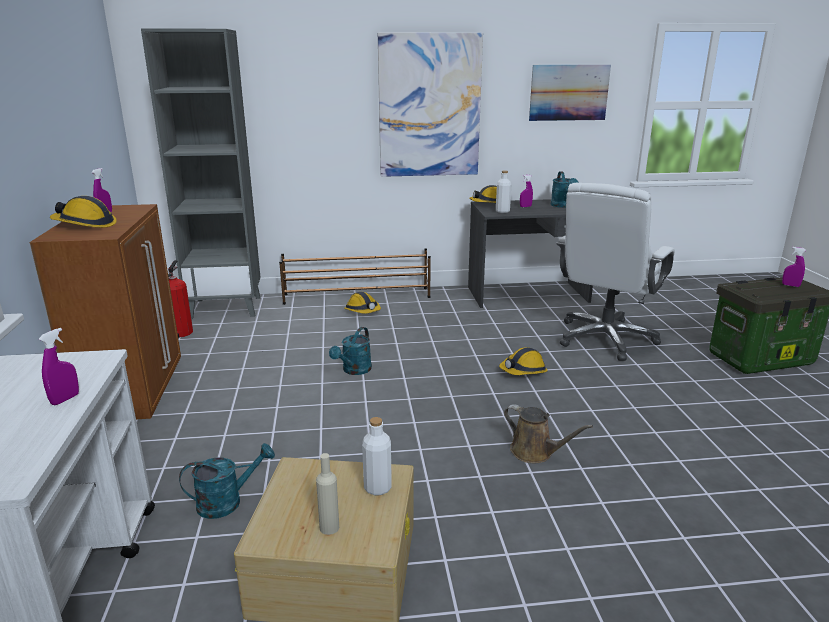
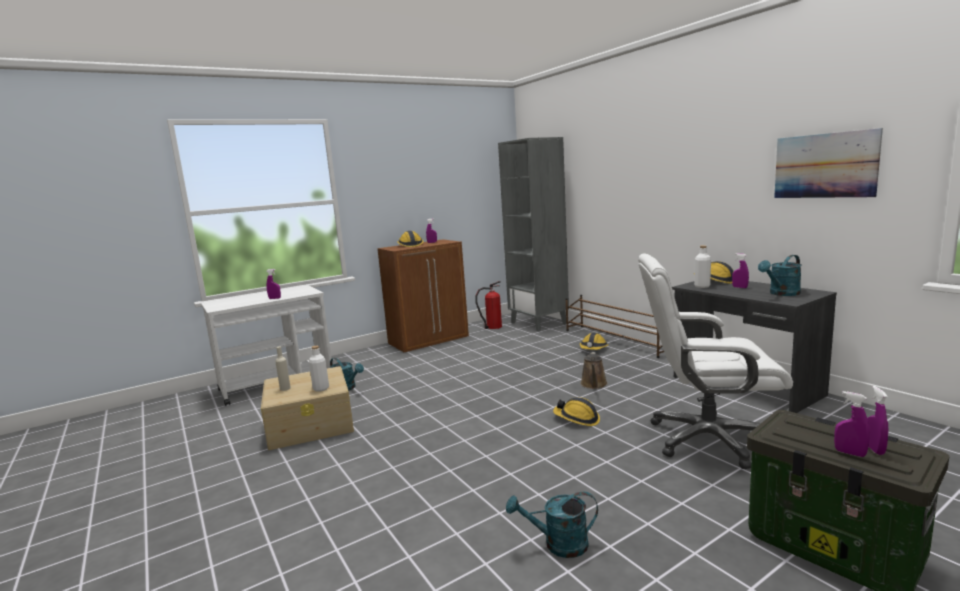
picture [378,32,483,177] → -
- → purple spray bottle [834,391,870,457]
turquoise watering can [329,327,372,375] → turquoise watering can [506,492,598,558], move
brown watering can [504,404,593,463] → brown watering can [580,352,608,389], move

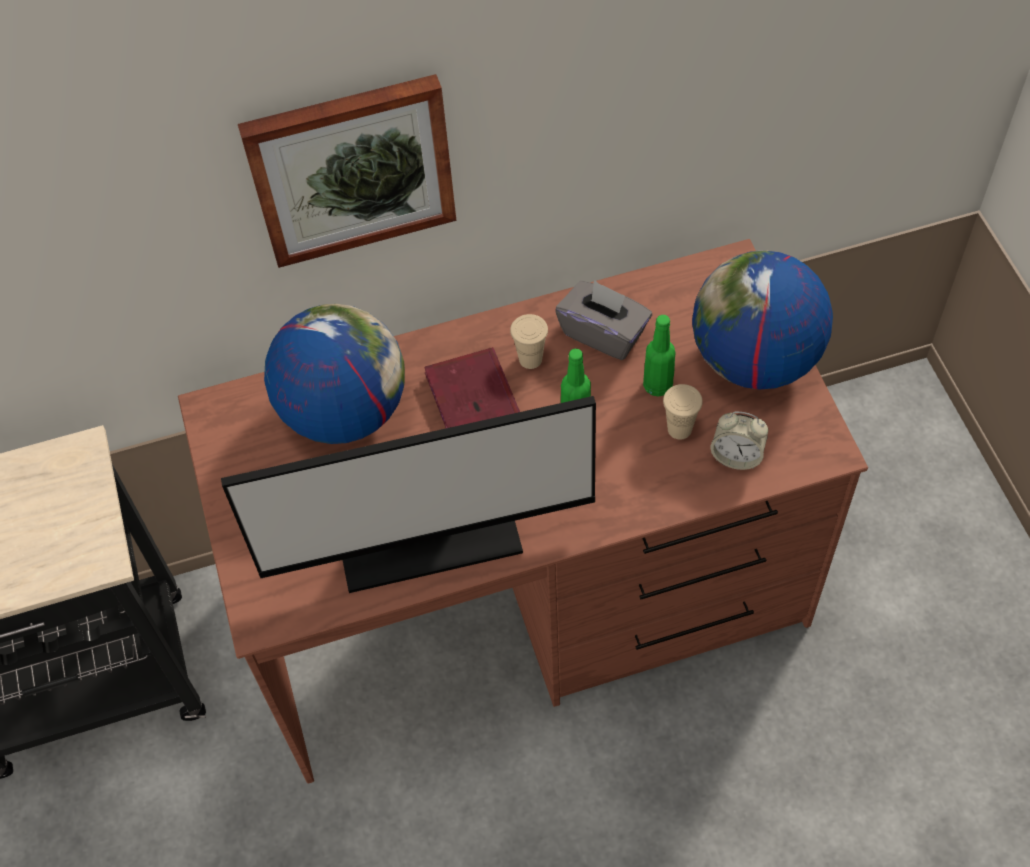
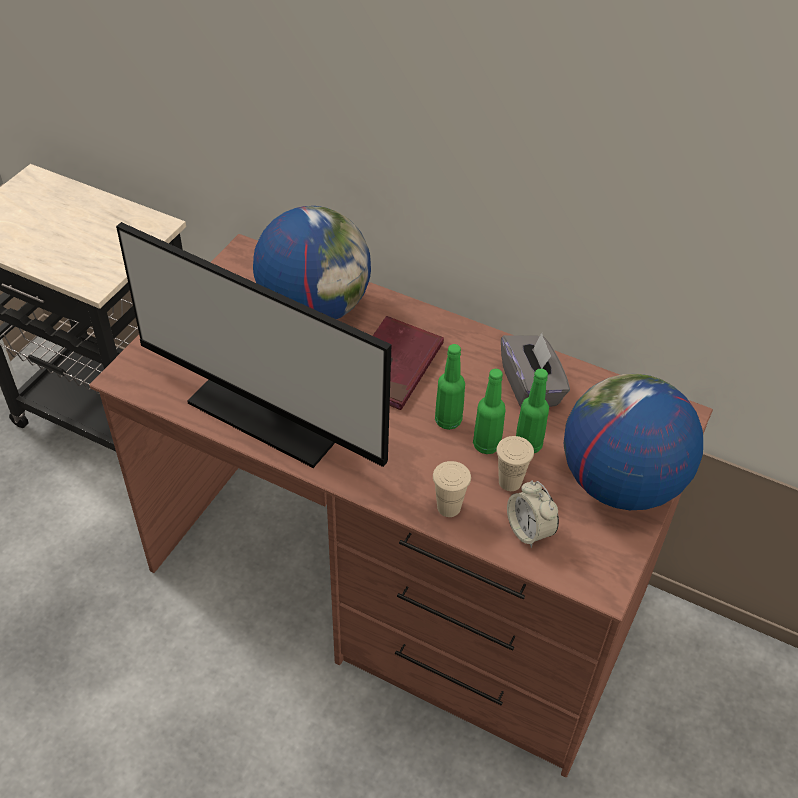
picture [238,74,456,268] → -
- → green bottle [473,369,506,454]
beige cup [510,314,548,369] → beige cup [433,461,471,517], move

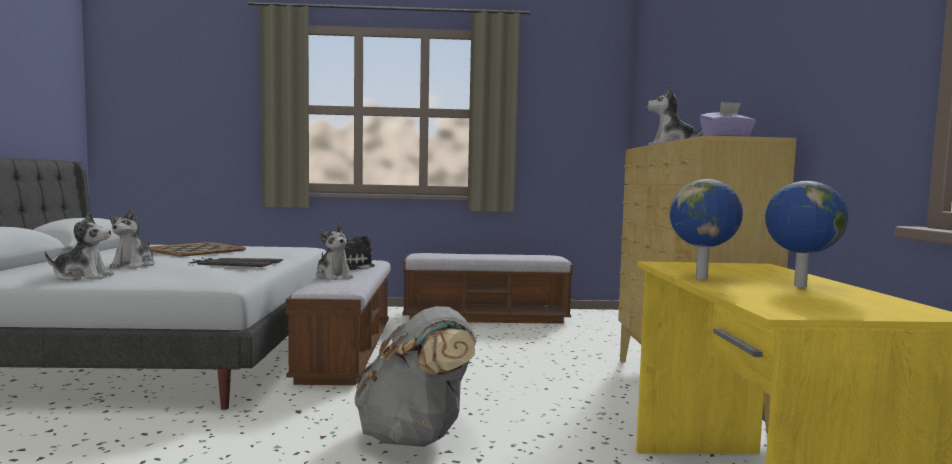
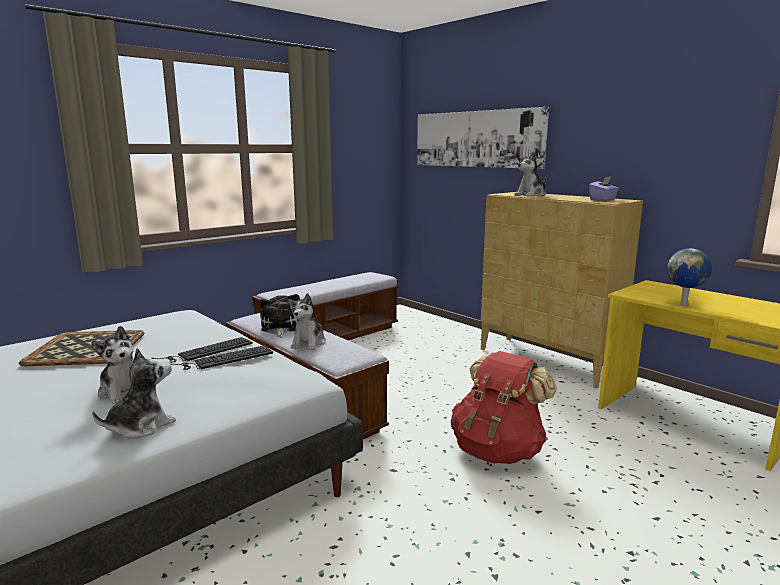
globe [765,181,848,287] → -
- → picture [417,107,549,169]
grey backpack [355,306,477,447] → red backpack [451,351,557,464]
plush toy [316,223,353,280] → plush toy [288,293,326,350], 90 degrees clockwise

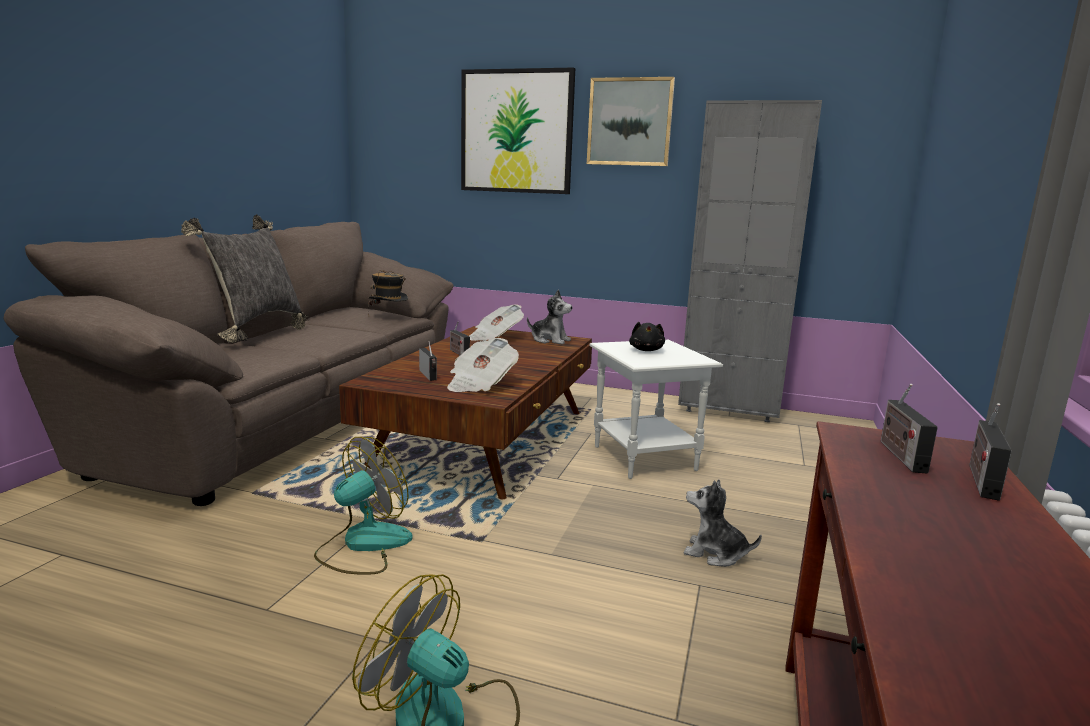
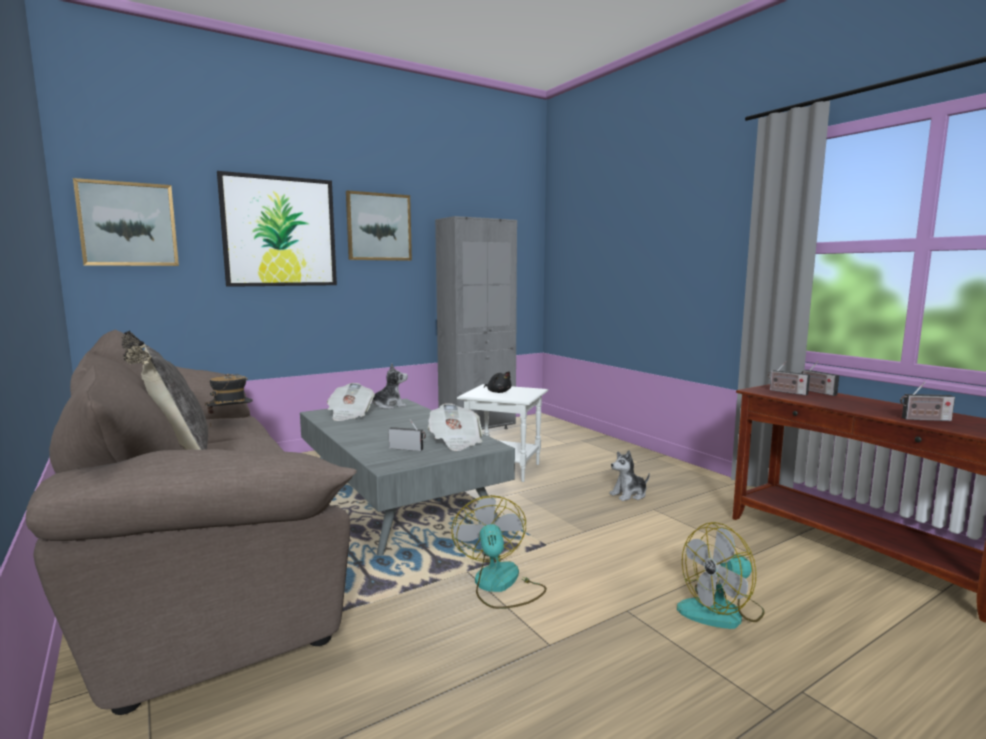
- → picture [73,178,179,266]
radio [450,322,470,355] → radio [900,382,955,421], move
brown coffee table [339,326,592,499] → grey coffee table [300,399,515,556]

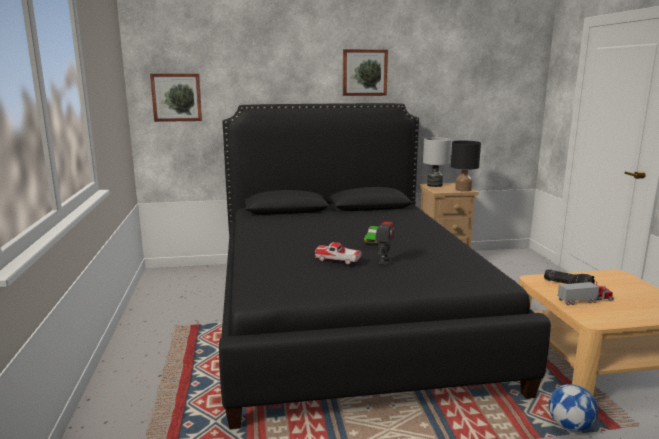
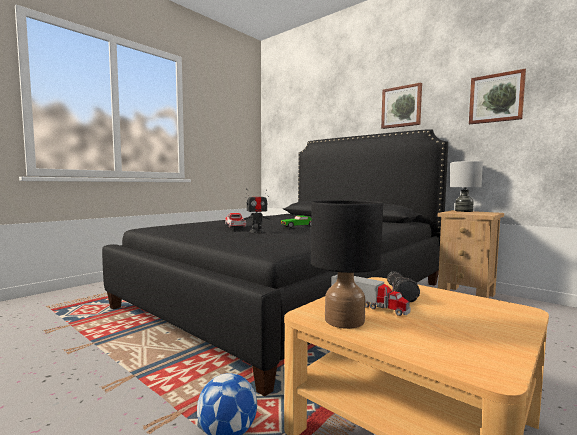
picture [150,74,202,122] → picture [469,69,526,124], move
black table lamp [451,141,481,192] → black table lamp [311,200,383,329], move

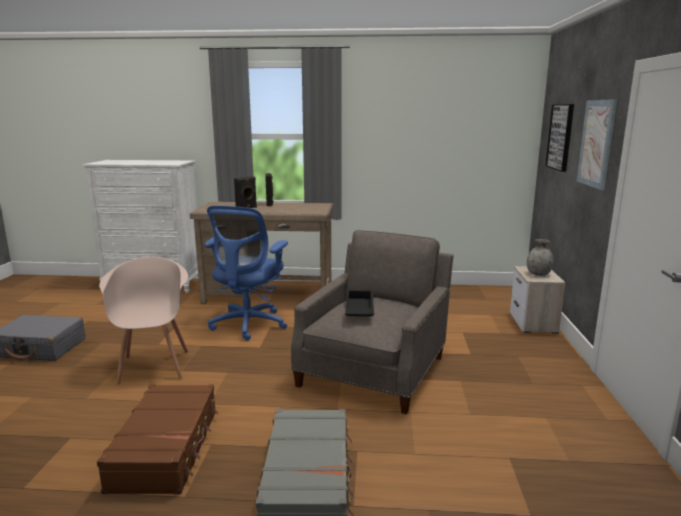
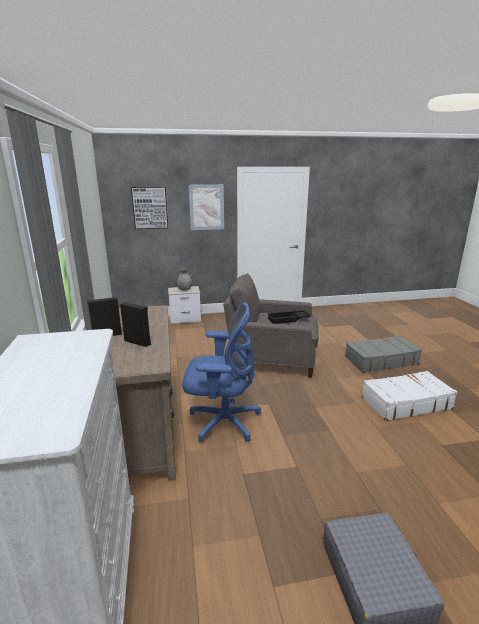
beige chair [99,257,188,385] → -
brown suitcase [97,384,219,494] → white suitcase [362,371,457,421]

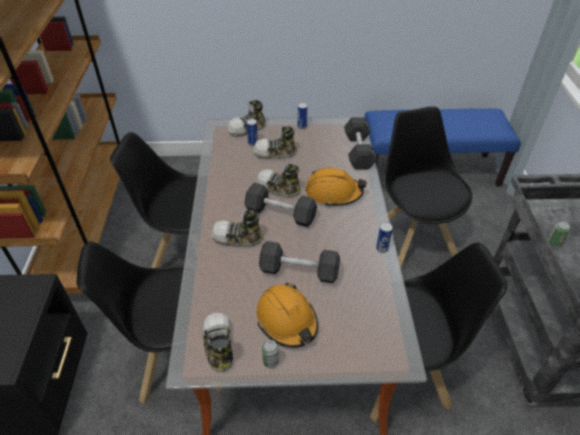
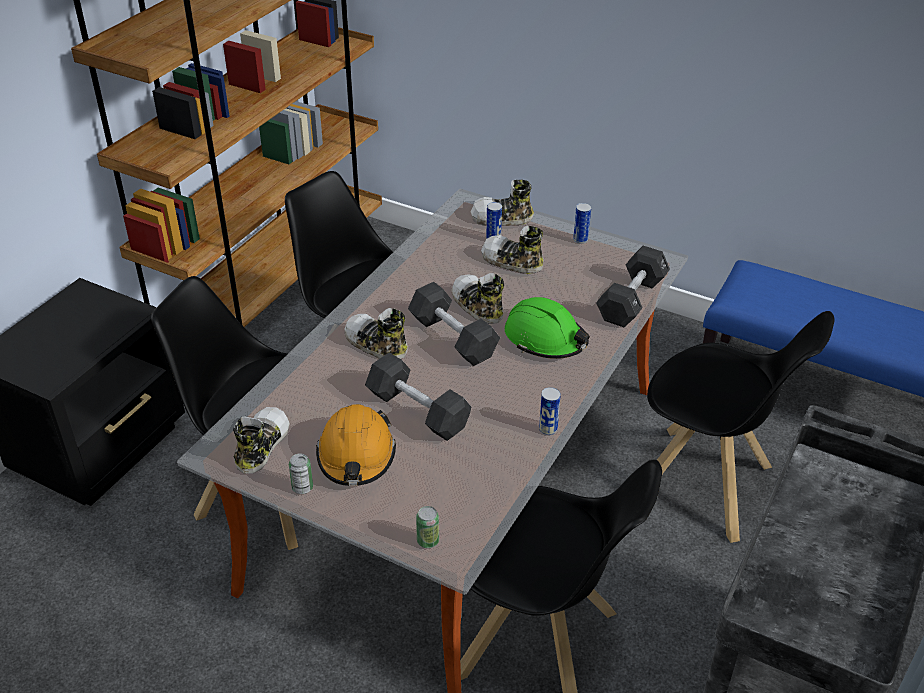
can [548,221,570,247] → can [416,506,439,548], move
orange hard hat [305,168,367,207] → green hard hat [505,297,590,359]
black chair [385,106,472,267] → black chair [647,311,835,543], 105 degrees clockwise

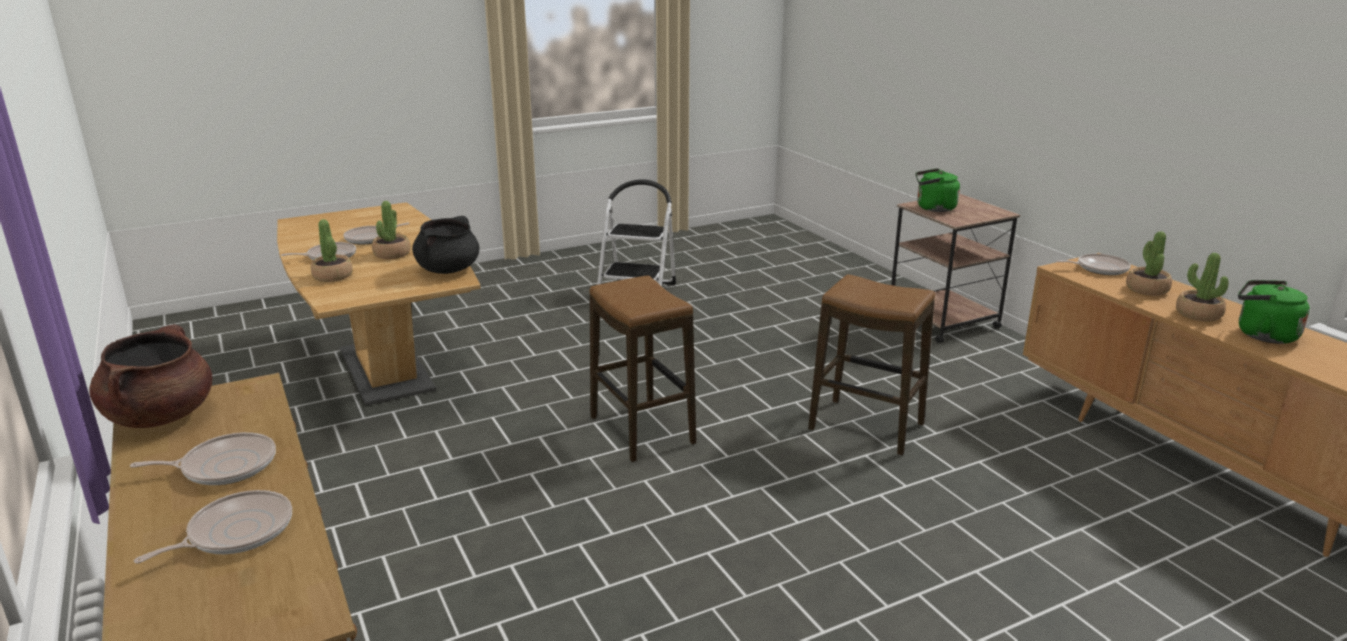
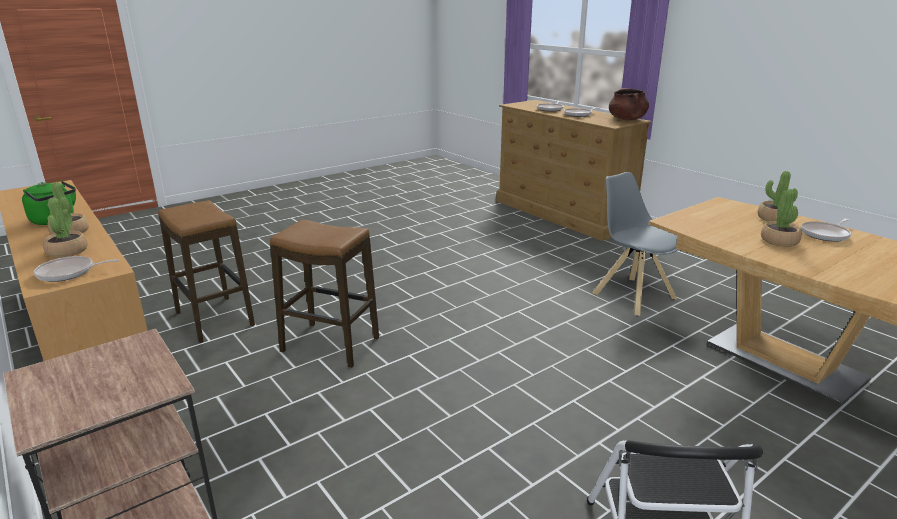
frying pan [343,223,410,245] → -
black cooking pot [412,216,480,274] → -
green kettle [916,168,960,212] → -
- → grey chair [592,172,678,316]
stool [589,276,696,462] → stool [158,200,255,343], move

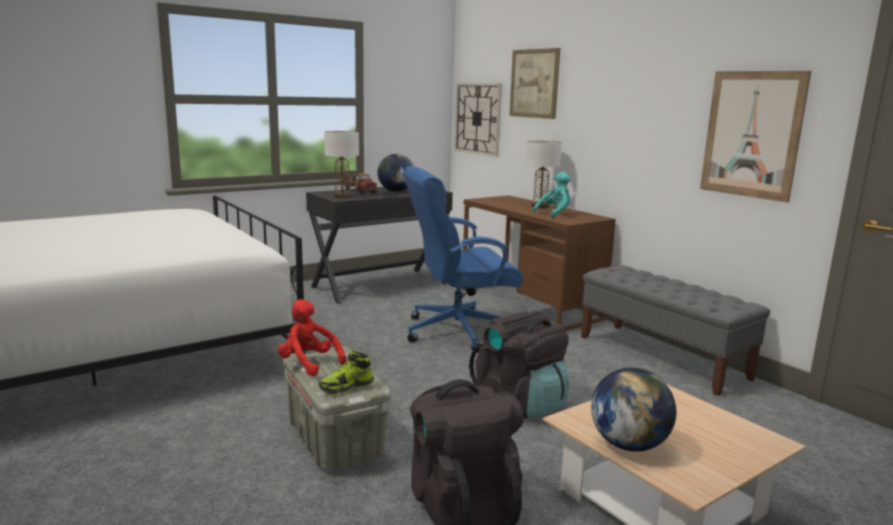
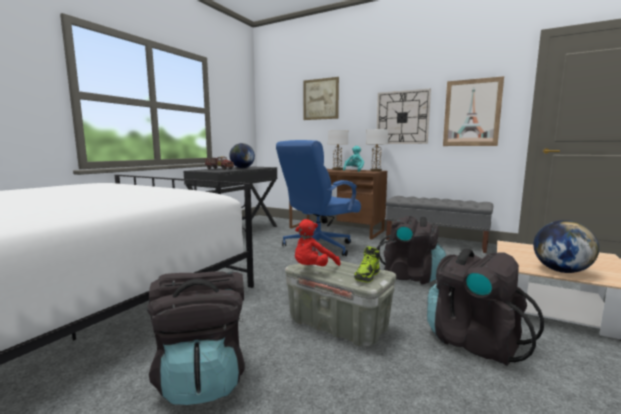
- → black backpack [146,271,245,405]
table lamp [324,131,359,198] → table lamp [366,129,388,172], move
wall clock [454,83,502,157] → wall clock [377,88,431,144], move
red plush toy [278,299,346,376] → red plush toy [295,219,341,266], 60 degrees counterclockwise

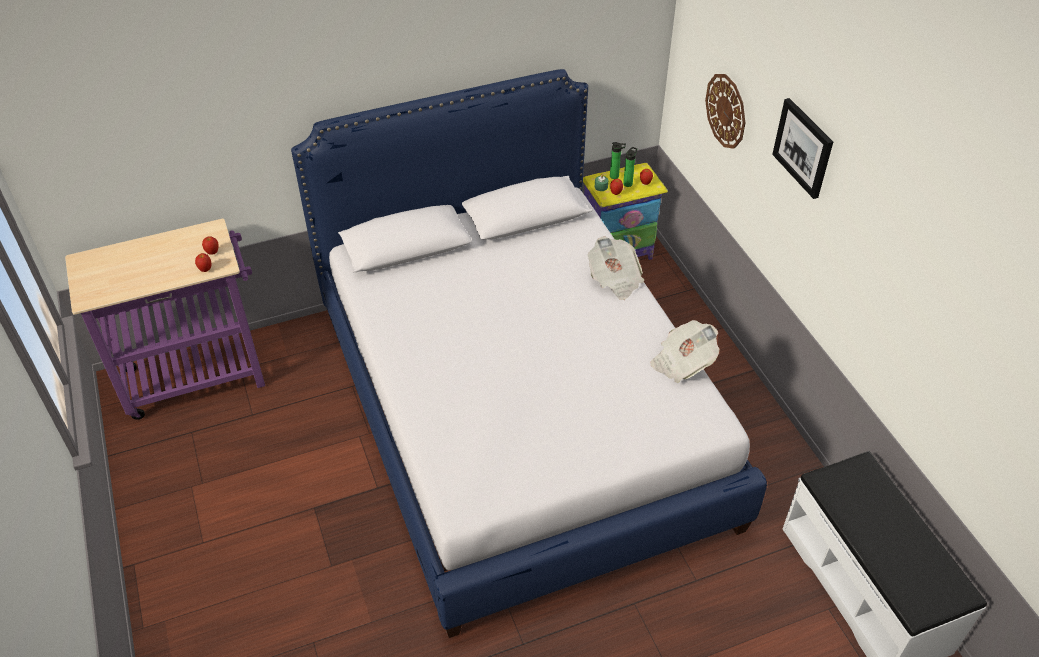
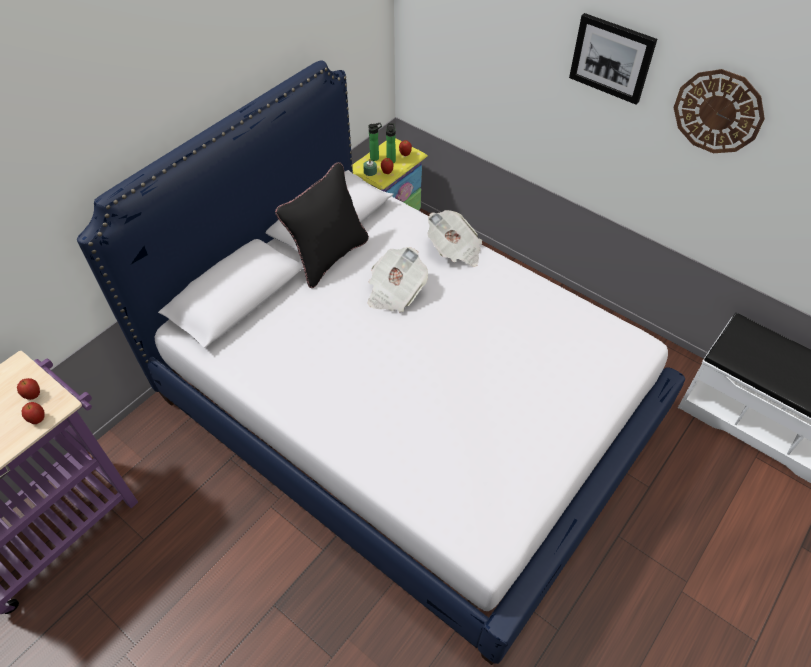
- → black pillow [275,162,369,288]
newspaper [650,320,719,383] → newspaper [367,247,428,312], move
wall clock [705,74,745,149] → wall clock [673,69,765,153], move

